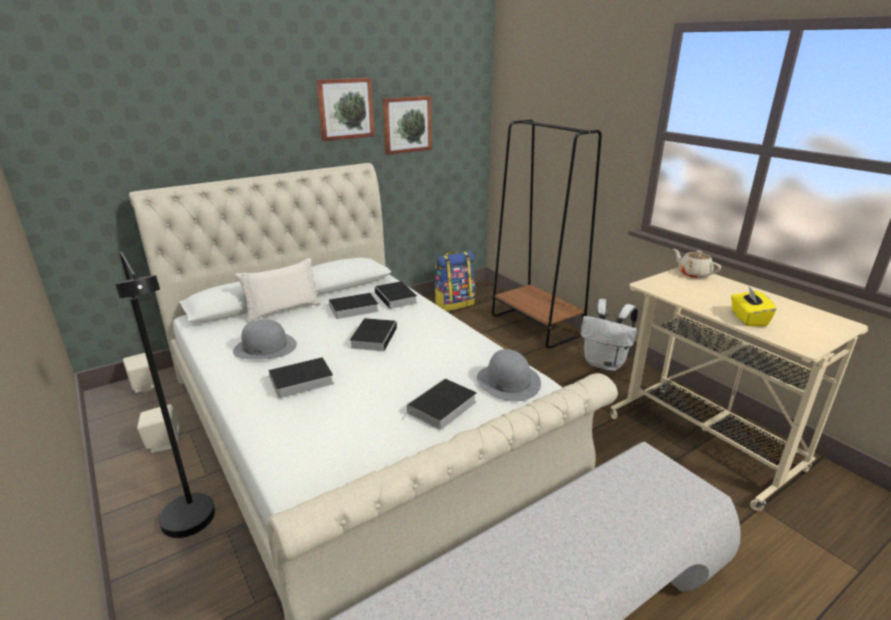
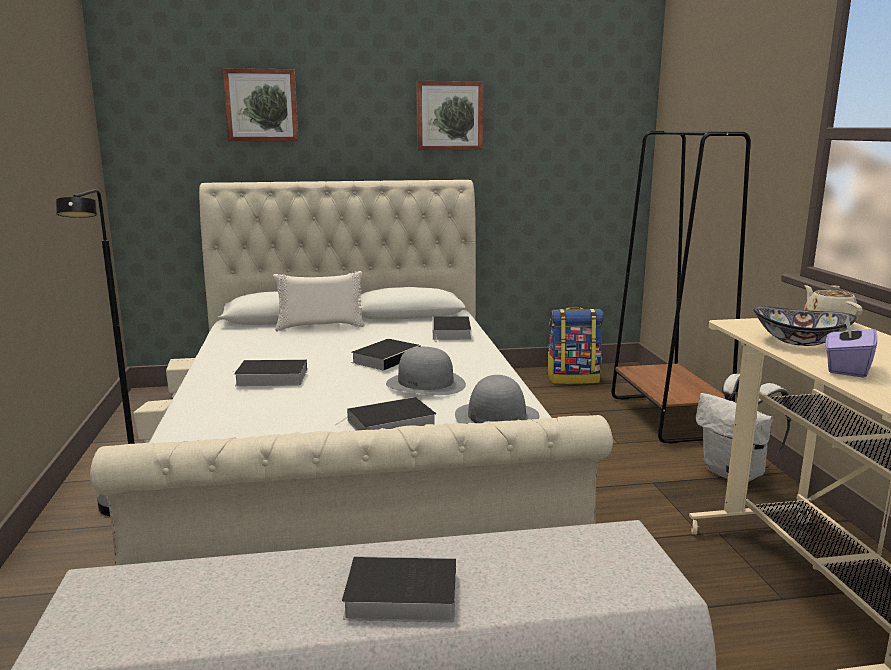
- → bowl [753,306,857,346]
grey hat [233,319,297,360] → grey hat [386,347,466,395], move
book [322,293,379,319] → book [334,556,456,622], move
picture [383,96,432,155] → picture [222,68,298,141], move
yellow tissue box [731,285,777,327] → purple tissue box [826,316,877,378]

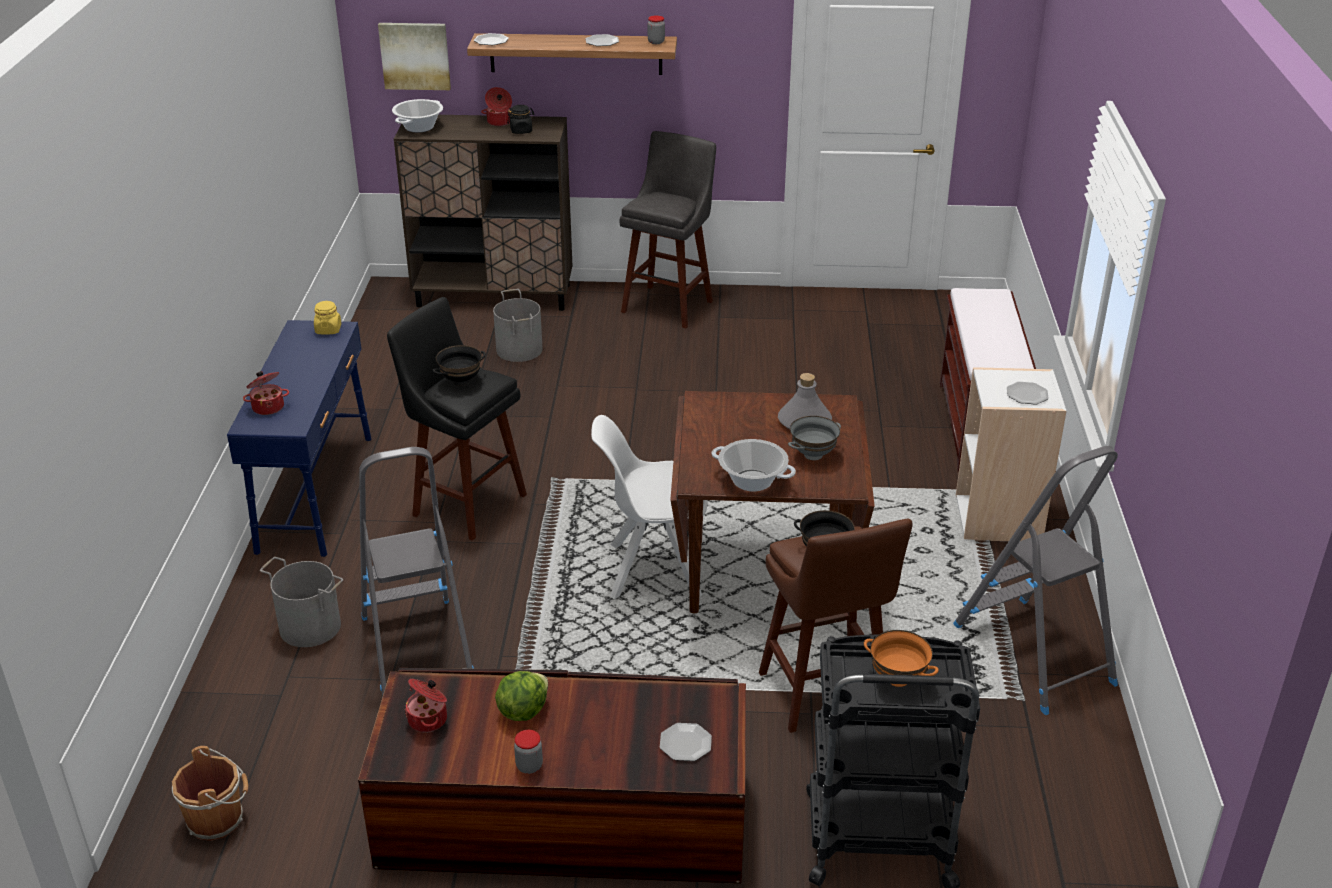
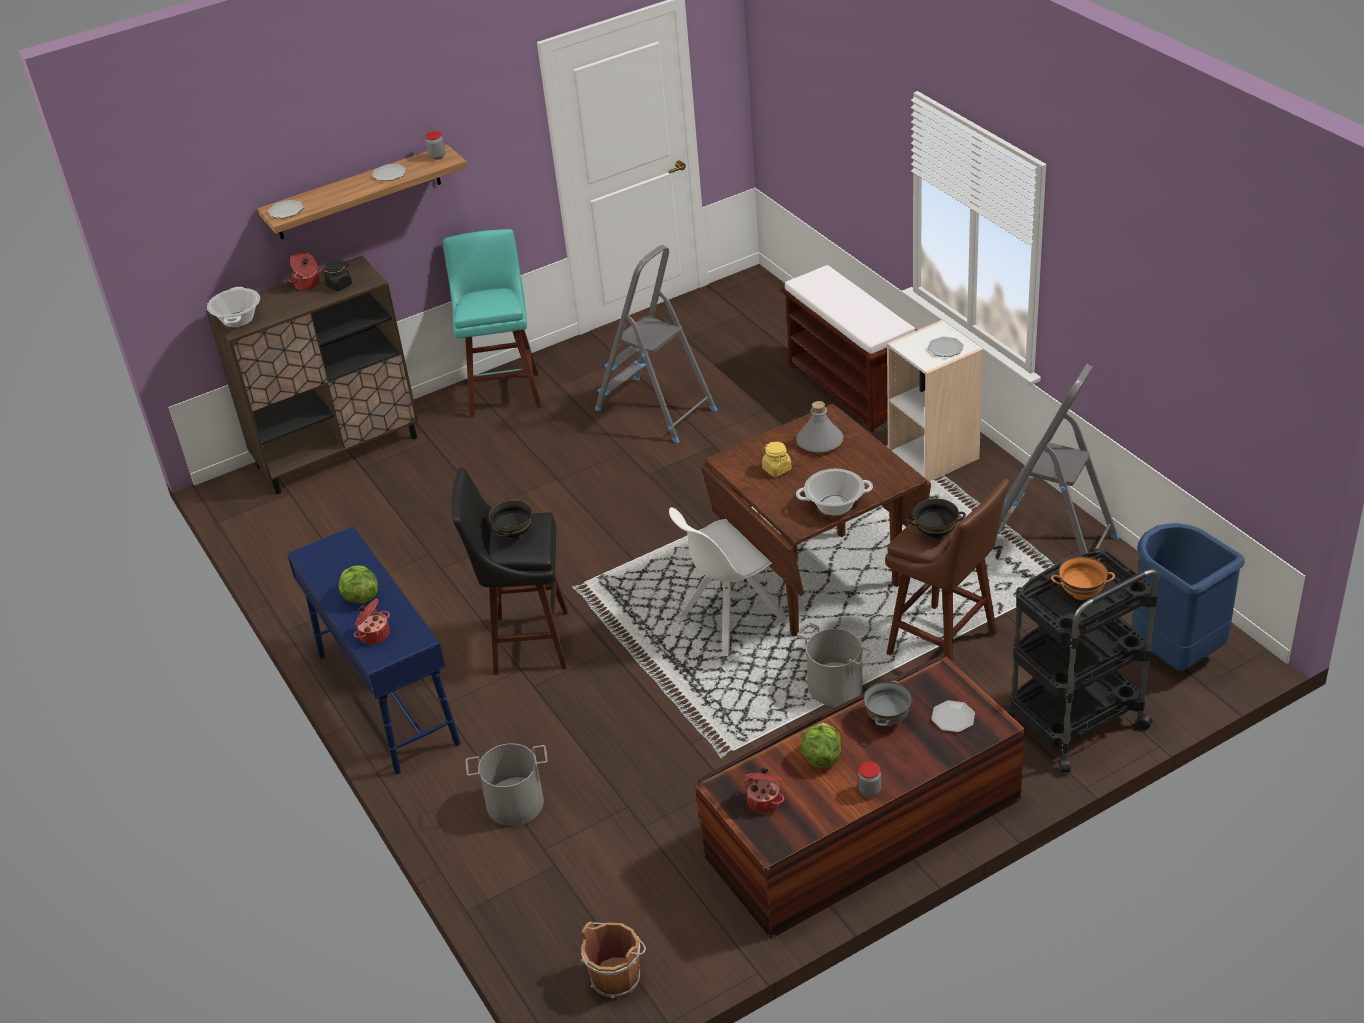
picture [378,23,451,90] → -
- → lettuce [339,565,378,603]
- → blue trash can [1132,523,1245,671]
yellow jar [314,301,342,335] → yellow jar [762,442,791,477], move
grey step ladder [359,447,474,697] → grey step ladder [595,245,717,443], move
grey bucket [493,289,543,362] → grey bucket [797,622,871,706], move
grey bowl [788,416,841,460] → grey bowl [864,681,912,726], move
grey stool [620,131,716,328] → turquoise stool [443,229,542,417]

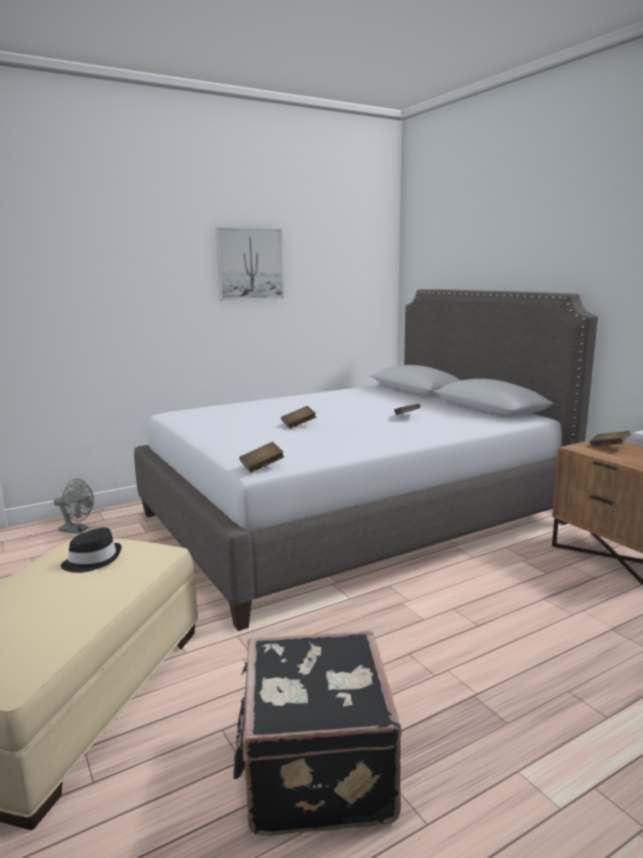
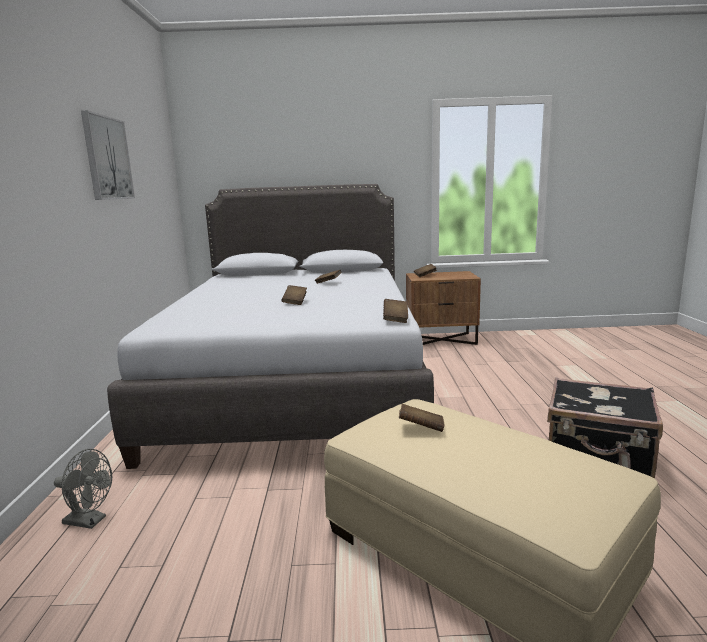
black hat [61,527,122,573] → brown book [399,404,445,432]
grey fan [54,479,94,534] → grey fan [54,449,112,529], 60 degrees clockwise

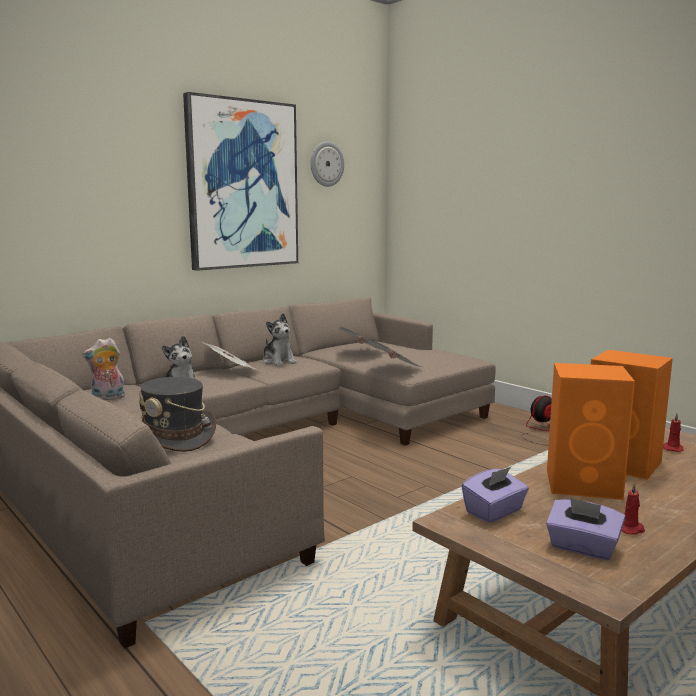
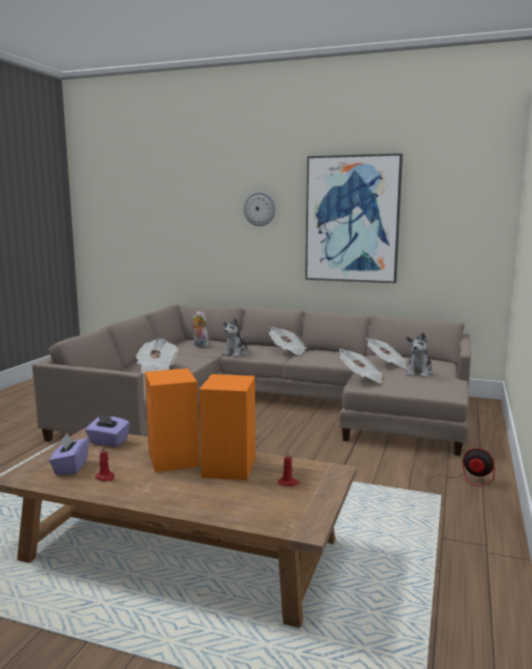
plush toy [263,313,297,366] → plush toy [406,332,433,378], move
wall clock [310,142,344,187] → wall clock [243,191,276,226], move
grey hat [139,377,216,452] → newspaper [136,339,178,374]

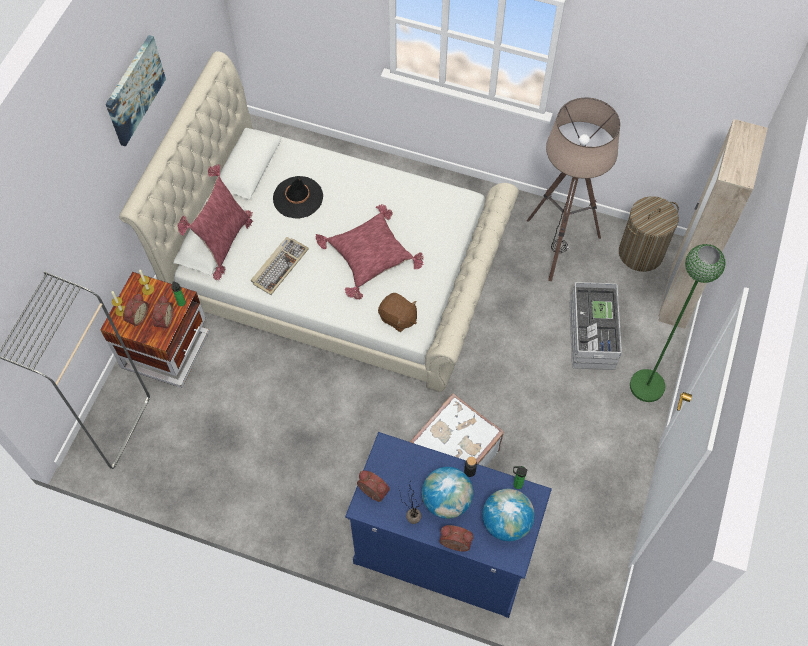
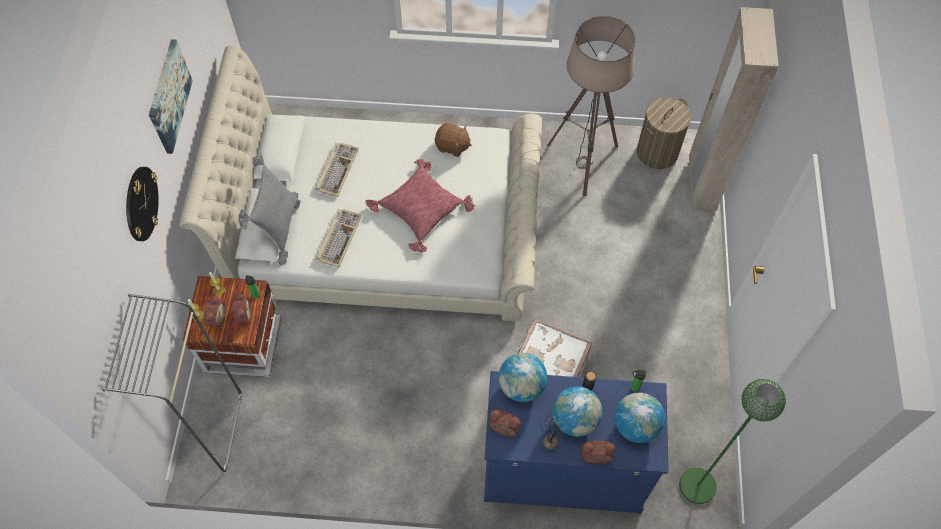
grey storage box [569,282,622,370] → -
- → wall clock [126,167,159,241]
- → globe [498,353,547,402]
brown plush toy [378,293,417,332] → brown plush toy [435,123,471,157], move
green floor lamp [630,244,726,402] → green floor lamp [679,379,786,504], move
black hat [273,176,323,219] → keyboard [315,143,359,197]
red pillow [177,164,253,280] → grey pillow [238,154,300,265]

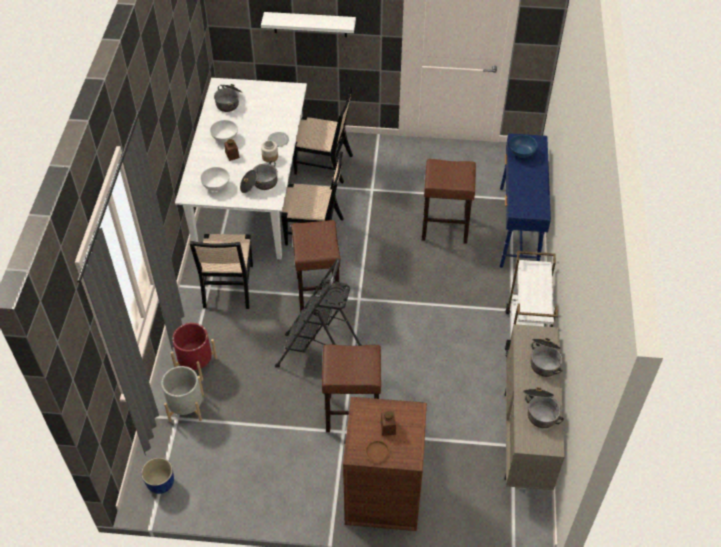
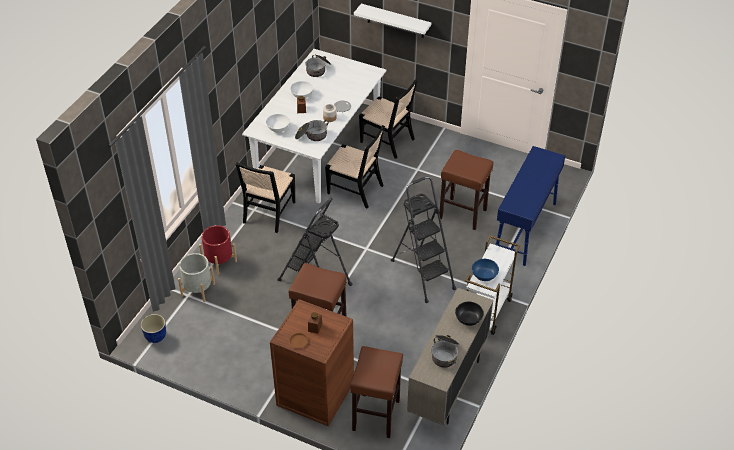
- → step ladder [391,176,456,303]
brown stool [291,220,340,313] → brown stool [350,346,403,438], move
blue bowl [509,135,538,158] → blue bowl [472,259,499,281], move
cooking pot [531,338,563,377] → black bowl [455,302,484,326]

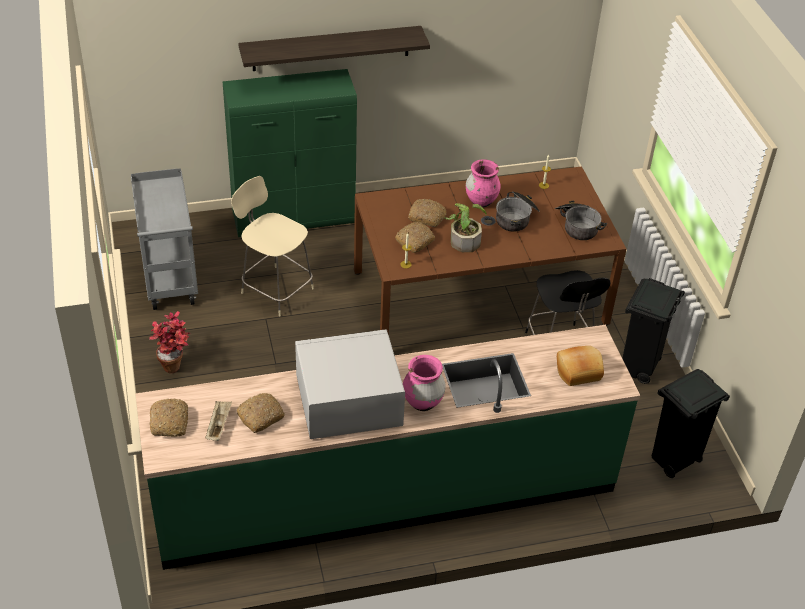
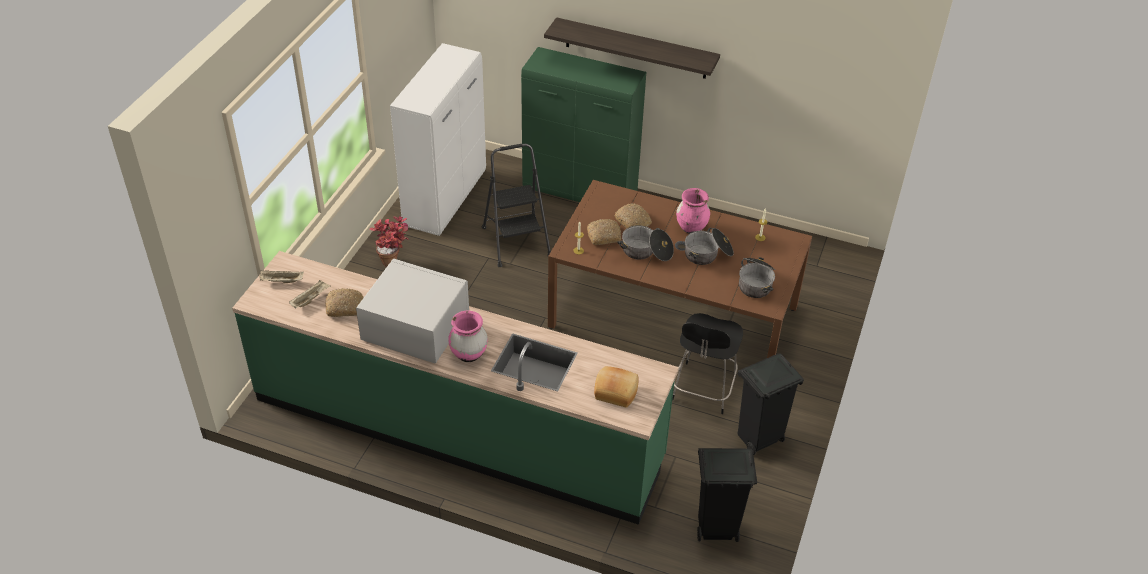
grey cart [131,168,198,310] → white cabinet [390,43,486,236]
bread [150,398,188,437] → beige tray [260,271,304,283]
beige chair [231,176,314,316] → black step ladder [482,144,551,267]
potted plant [444,203,487,252] → cooking pot [618,225,674,261]

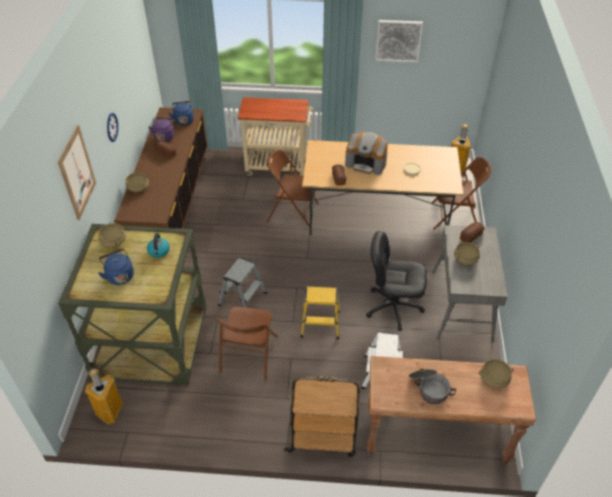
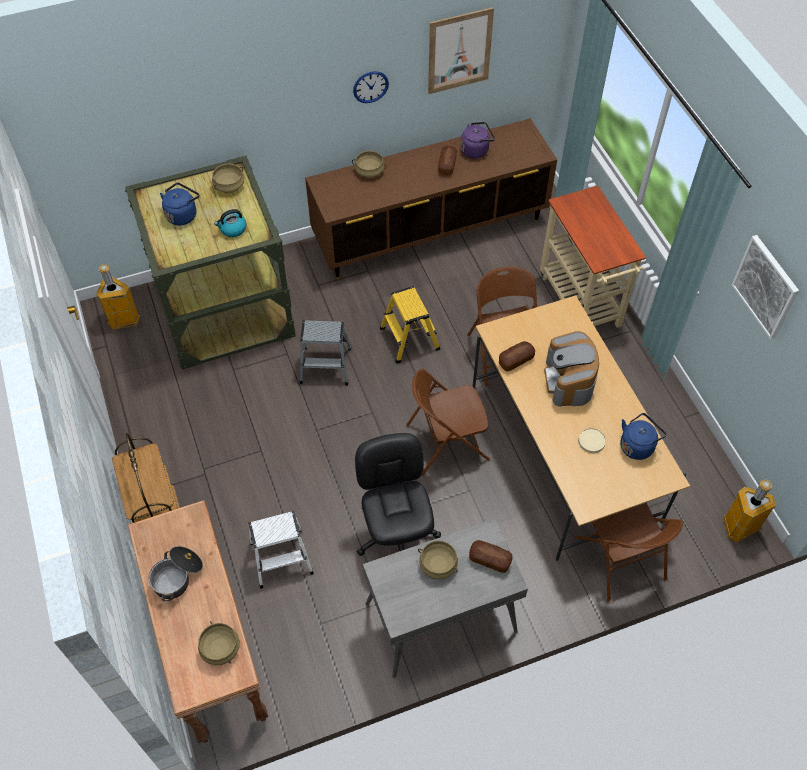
picture [58,125,96,220] → picture [428,7,494,94], move
blue kettle [168,101,194,125] → blue kettle [620,413,667,460], move
brown chair [215,307,278,380] → brown chair [406,369,490,476], move
yellow step ladder [301,286,340,340] → yellow step ladder [380,286,440,364], move

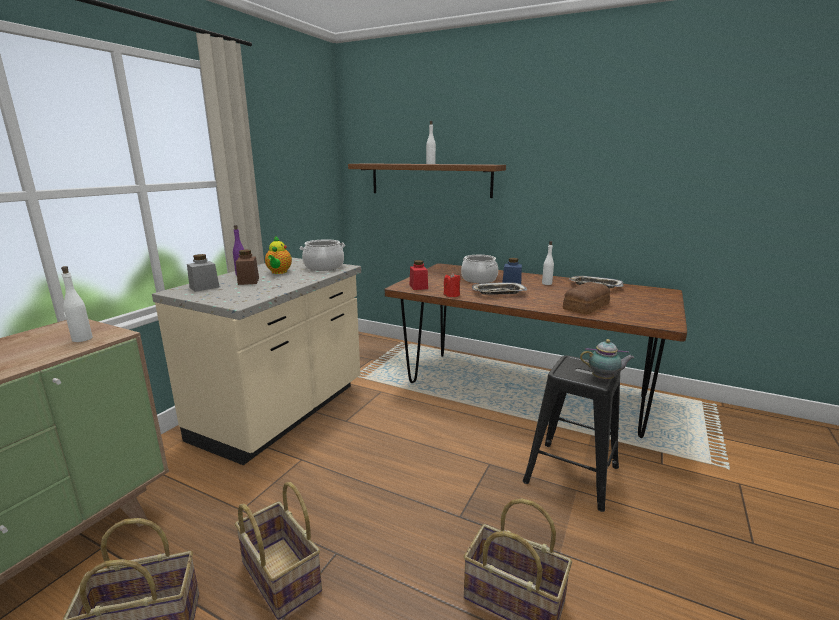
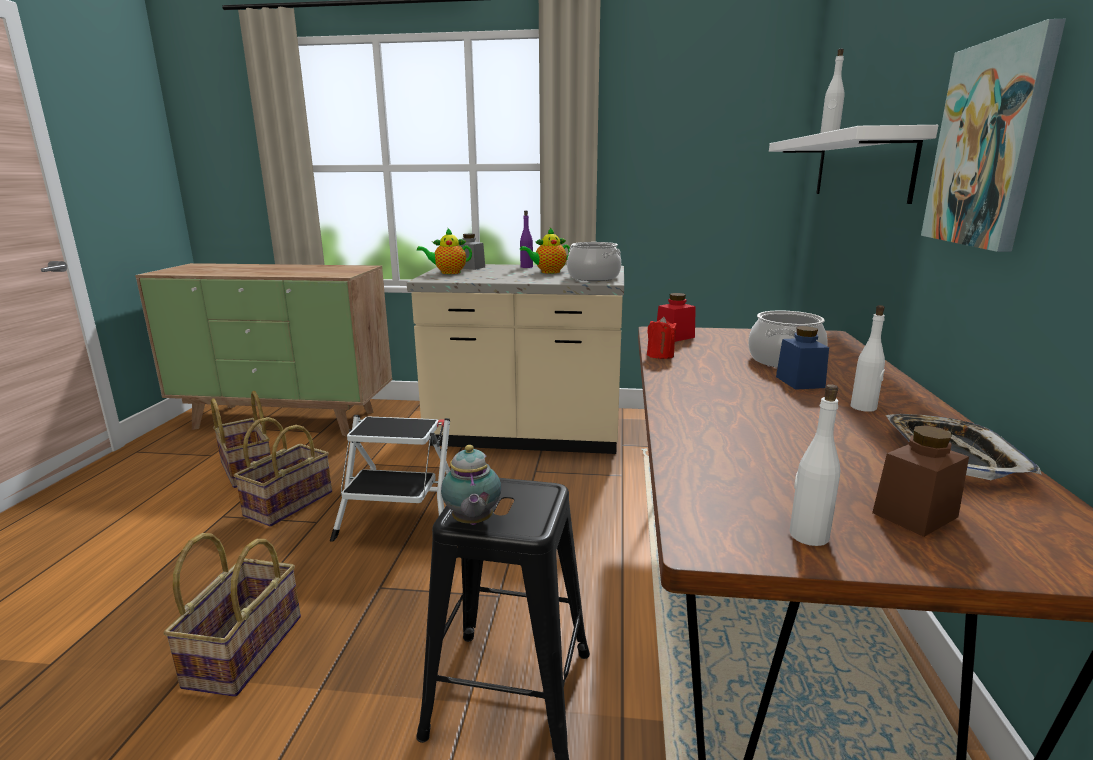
tray [472,282,528,295] → -
bread [563,282,610,314] → -
- → step ladder [330,415,450,542]
- → teapot [417,228,472,274]
- → picture [921,19,1066,252]
white bottle [61,266,93,342] → white bottle [790,384,840,546], move
brown jar [236,250,259,285] → brown jar [872,425,969,537], move
brown shelf [348,163,506,198] → white shelf [769,125,938,204]

